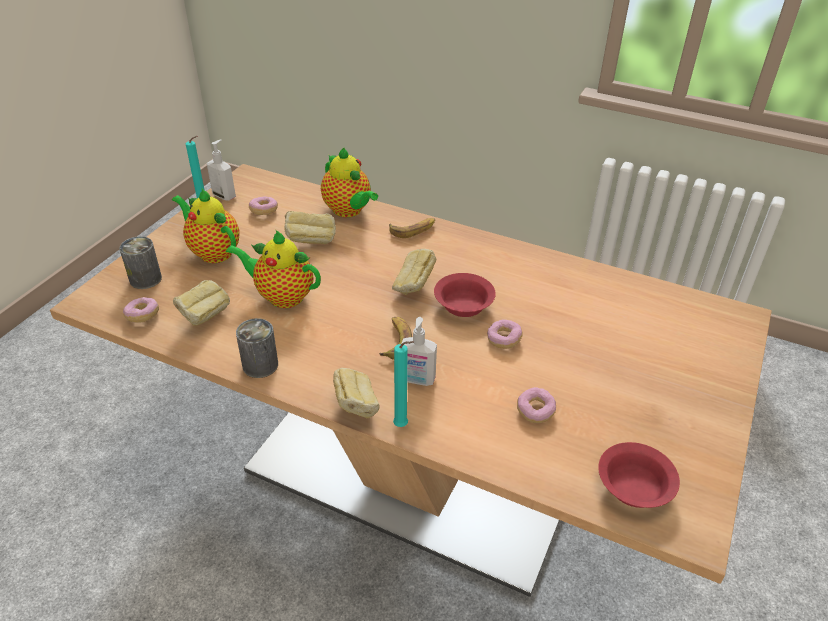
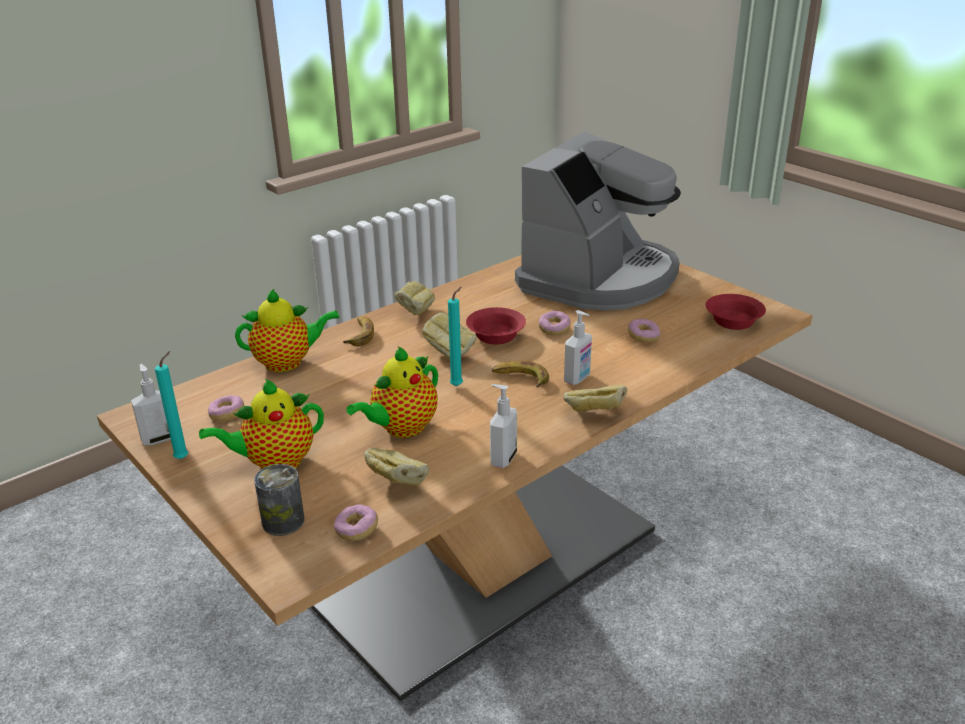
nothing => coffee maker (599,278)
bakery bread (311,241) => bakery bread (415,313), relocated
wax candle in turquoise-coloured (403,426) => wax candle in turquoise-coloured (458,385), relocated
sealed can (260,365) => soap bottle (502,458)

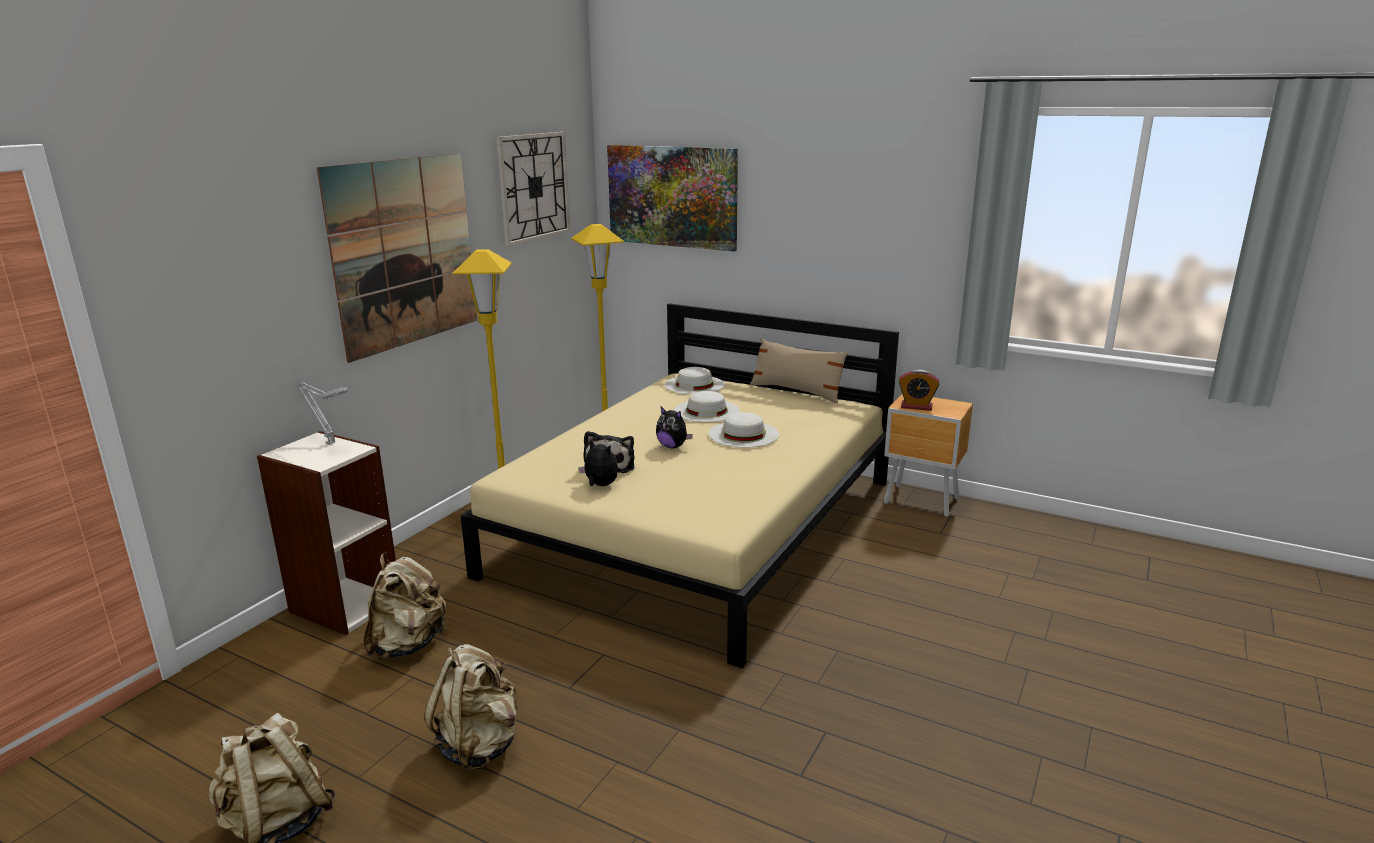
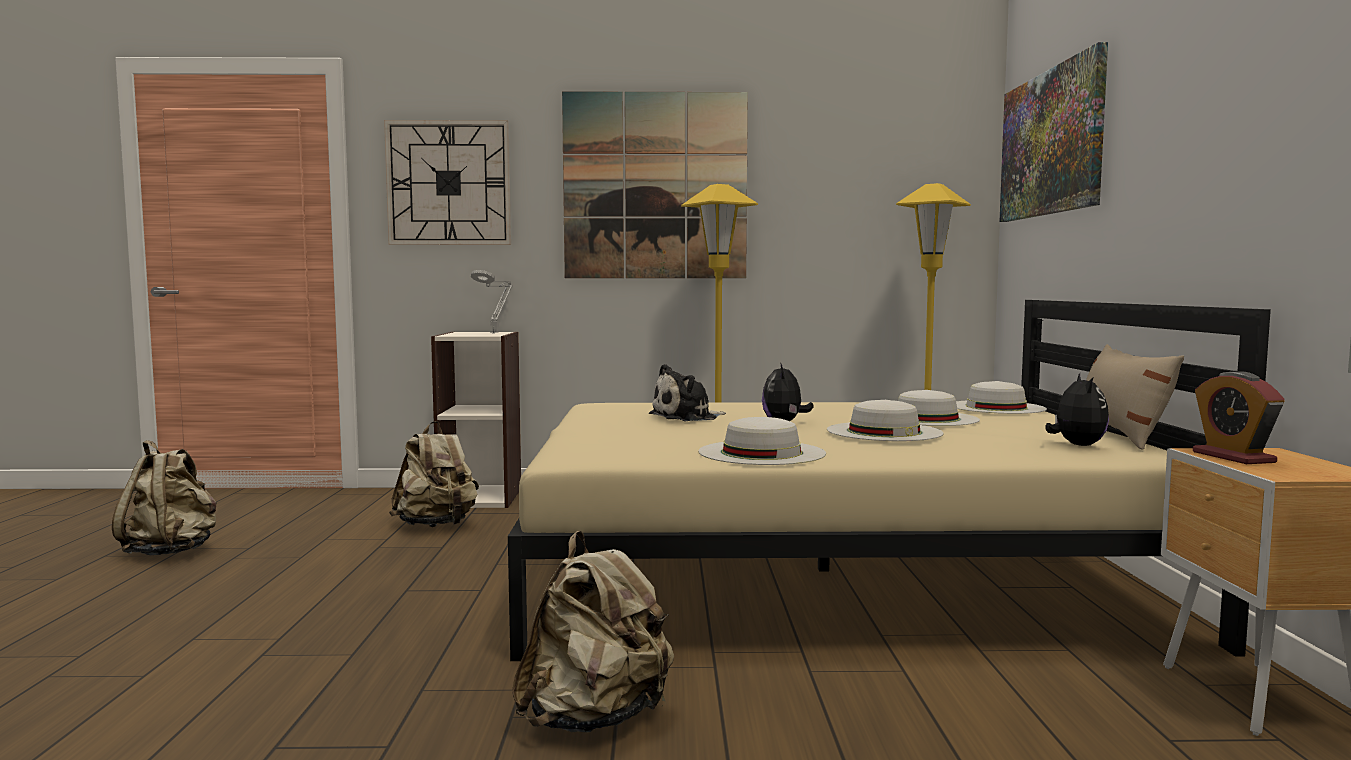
nothing => wearable hat in white-coloured (761,452)
knapsack in beige-coloured (479,745) => knapsack in beige-coloured (595,718), relocated
clock on the wall (533,187) => clock on the wall (449,183), relocated
soft toy (600,485) => soft toy (1076,445), relocated

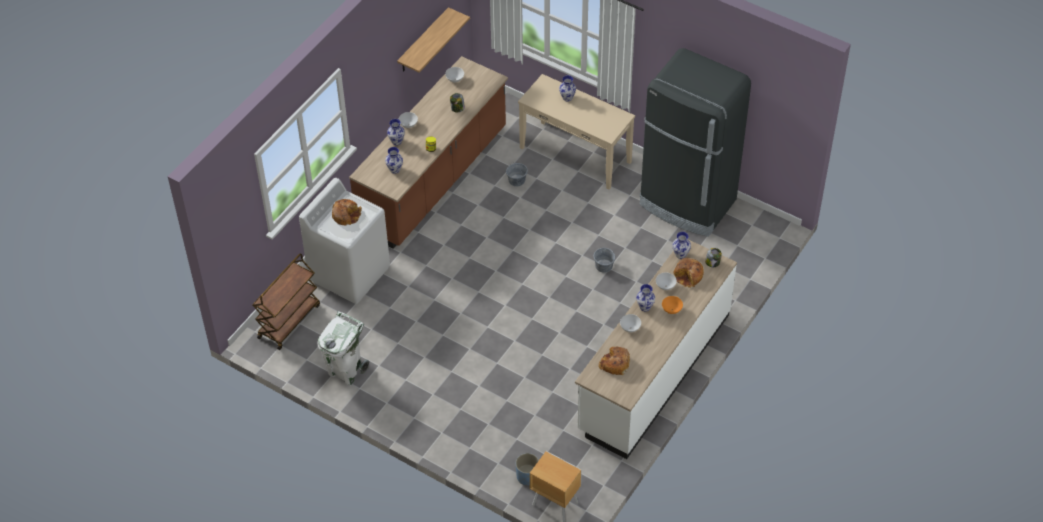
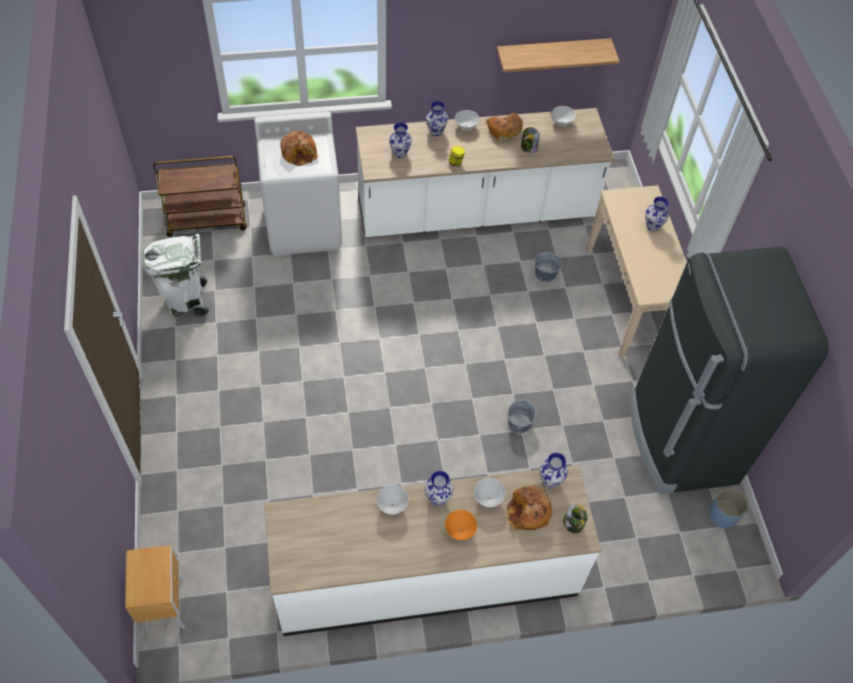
plant pot in blue-coloured (527,476) => plant pot in blue-coloured (722,516), relocated
bakery bread (614,364) => bakery bread (503,129), relocated
kitchen base unit in brown (434,180) => kitchen base unit in white-coloured (476,212)

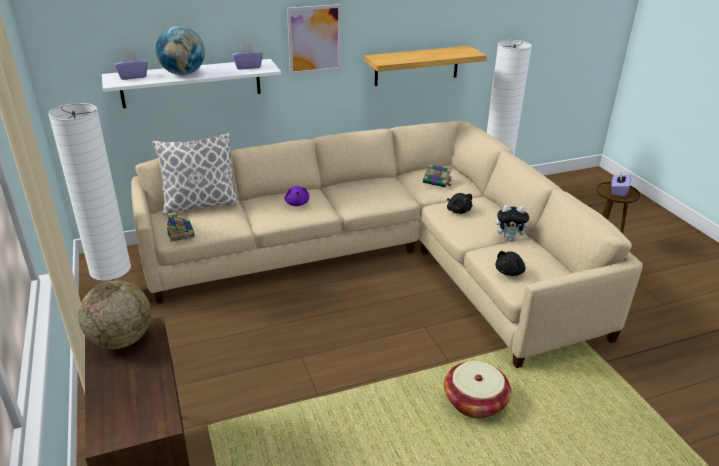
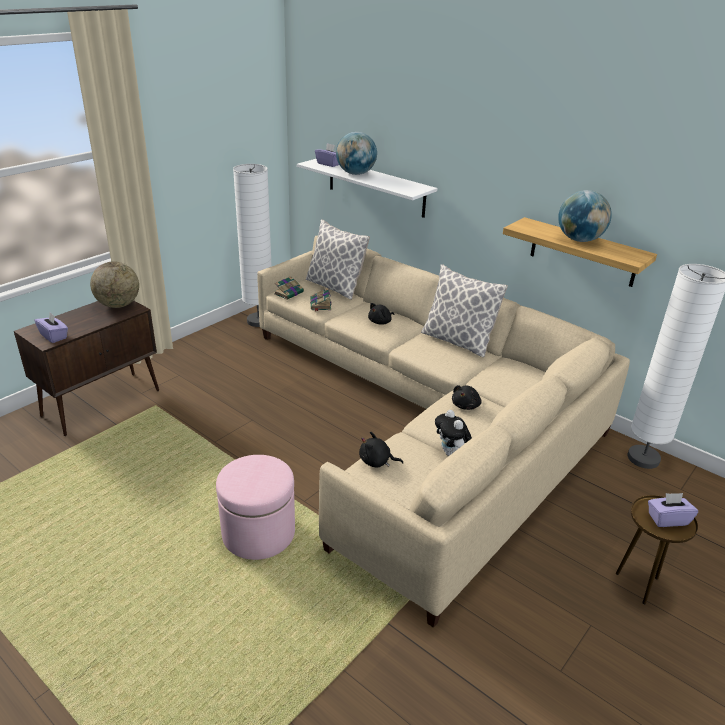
wall art (314,39) => nothing
nothing => throw pillow (457,341)
nothing => globe (579,240)
tissue holder in purple (248,66) => tissue holder in purple (54,336), relocated
volume (437,181) => volume (320,305), relocated
basket (475,402) => ottoman in pink (258,533)
soft toy in purple (297,203) => soft toy in black (380,322)

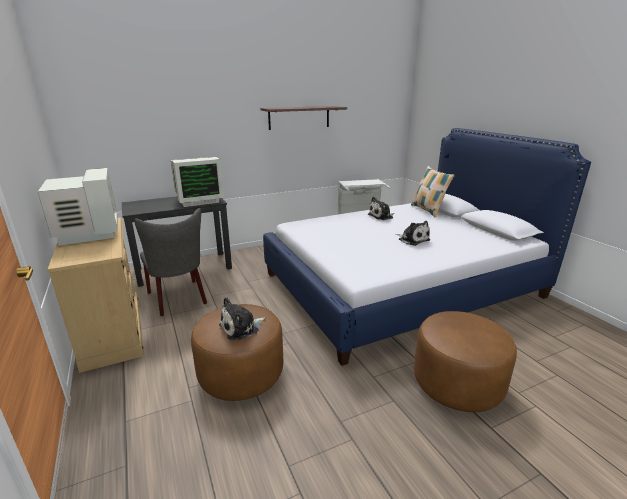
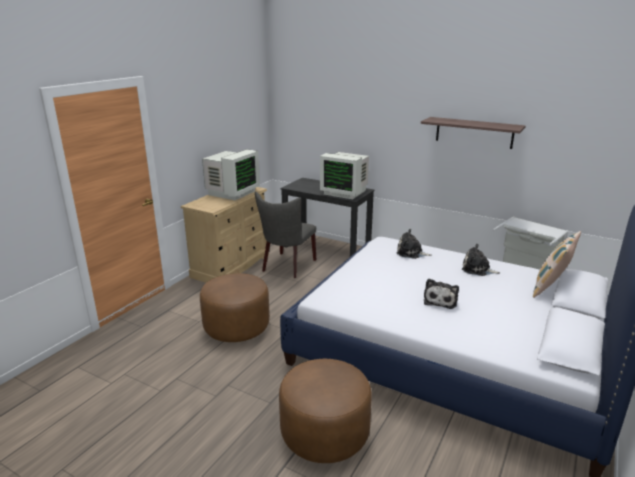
soft toy (241,328) => soft toy (411,253), relocated

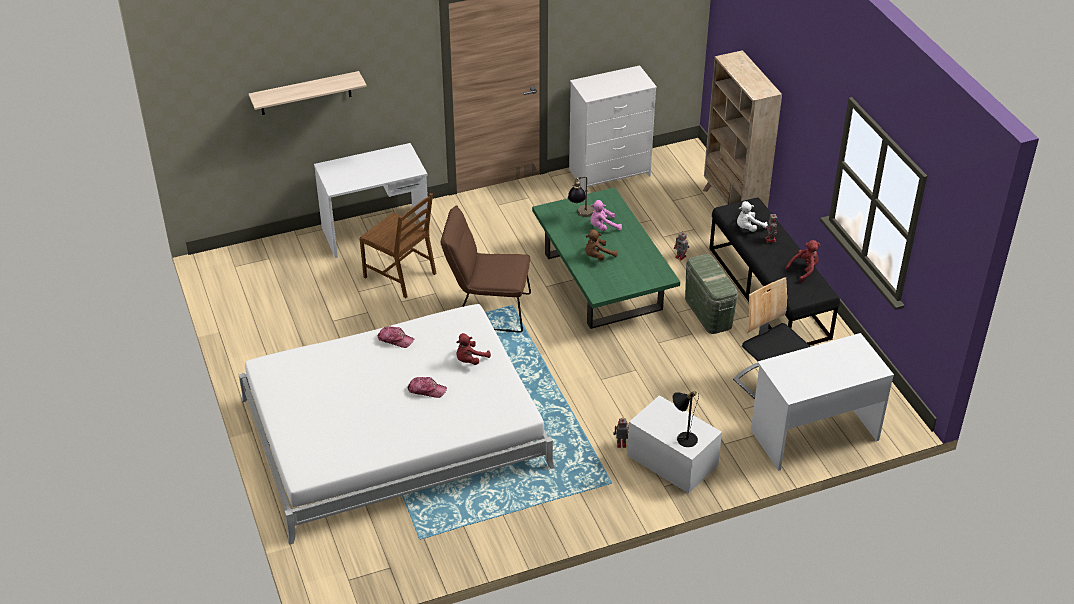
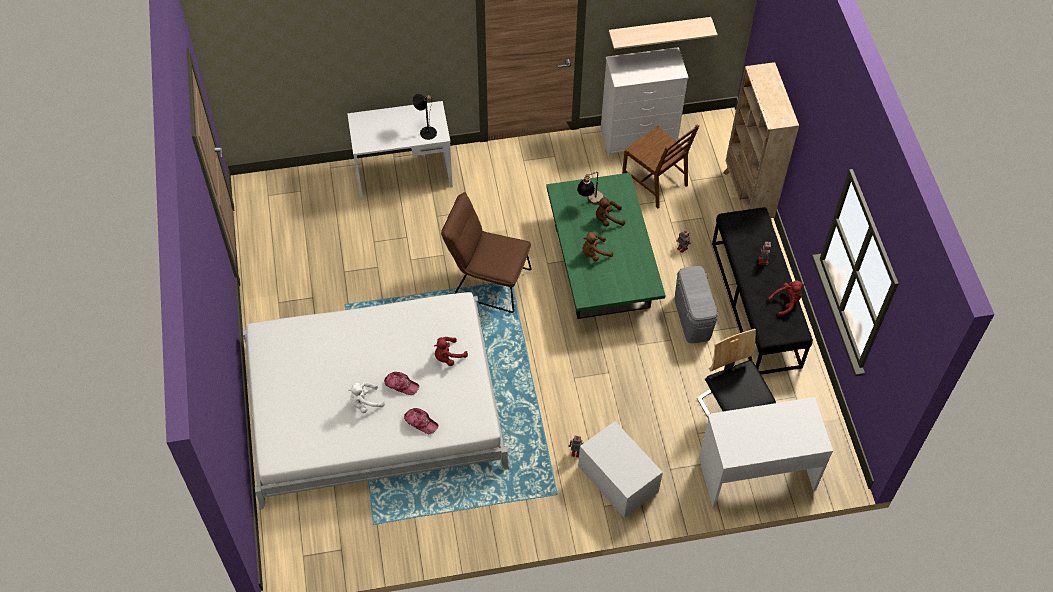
bracket shelf (305,93) => bracket shelf (659,32), relocated
plain chair in brown (401,275) => plain chair in brown (655,182), relocated
cap (395,339) => cap (421,422), relocated
lamp for a table in black (683,437) => lamp for a table in black (426,131), relocated
soft toy in white-coloured (748,228) => soft toy in white-coloured (365,403), relocated
soft toy in pink (603,227) => soft toy in brown (607,219)
storage container in greenish (708,312) => storage container in grey (692,318)

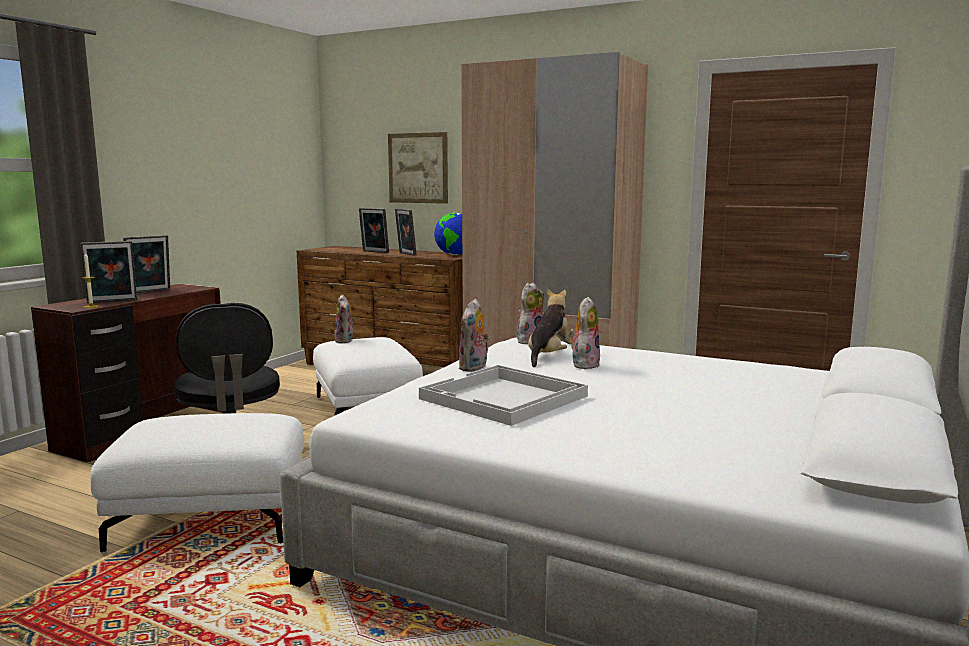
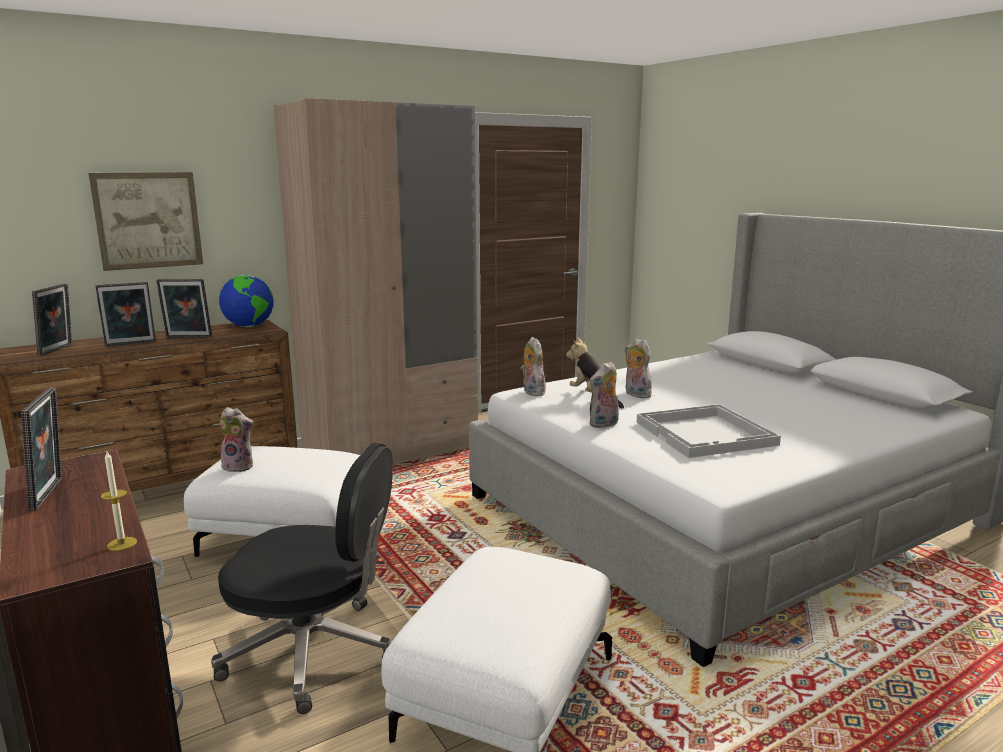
picture frame (112,301) => picture frame (58,350), relocated
soft toy (474,368) => soft toy (604,424), 90 degrees clockwise

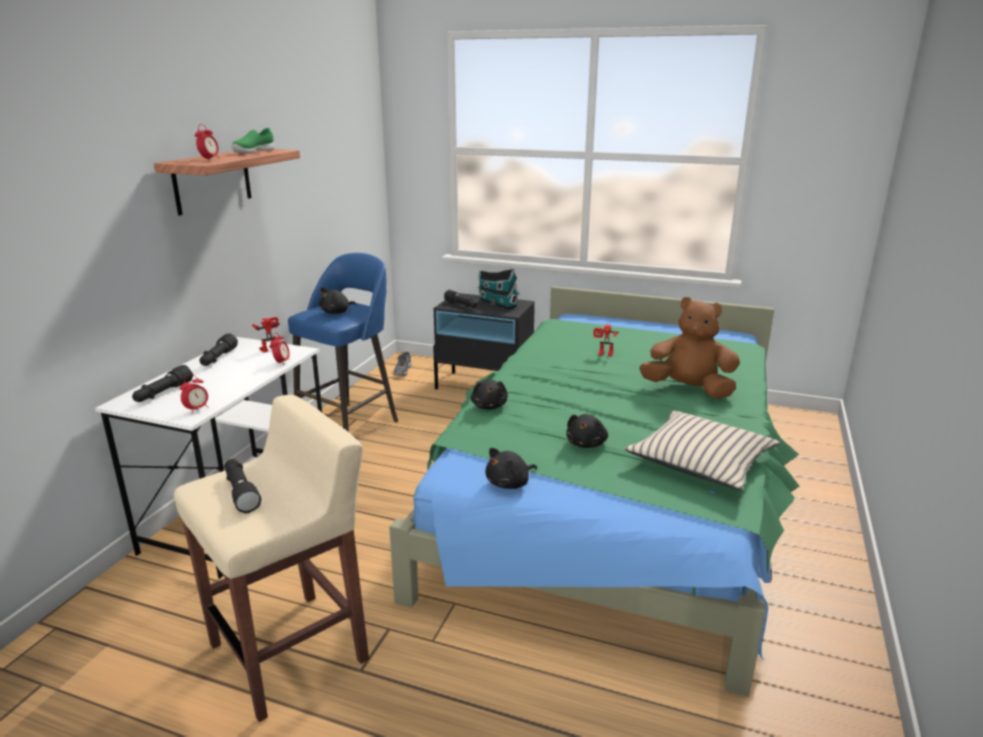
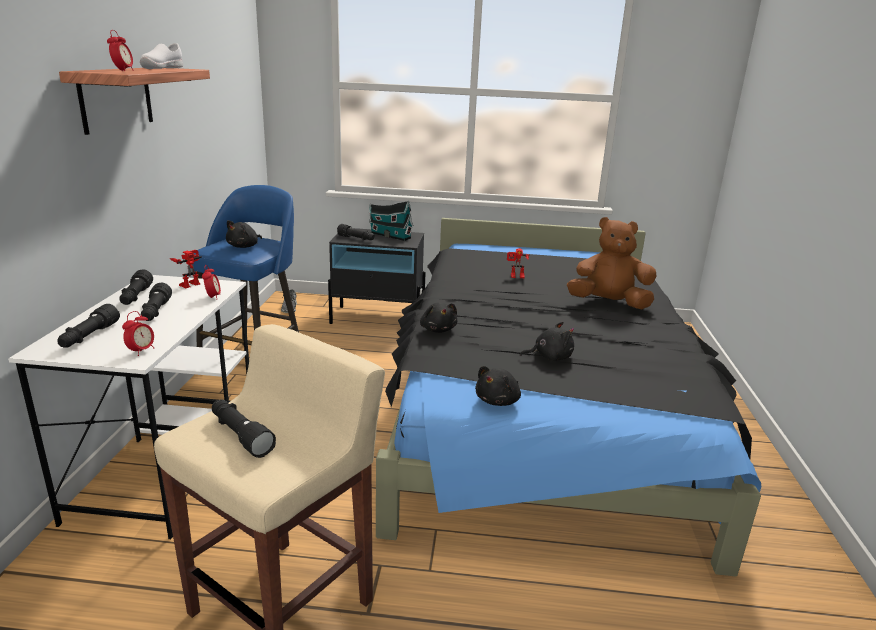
throw pillow in beige-coloured (701,461) => nothing
nothing => hand torch in black (156,312)
shoe in greenish (253,152) => shoe in white-coloured (162,69)
sleeping bed in greenish (614,491) => sleeping bed in black (539,404)
soft toy in black (586,443) => soft toy in black (549,357), 105 degrees counterclockwise

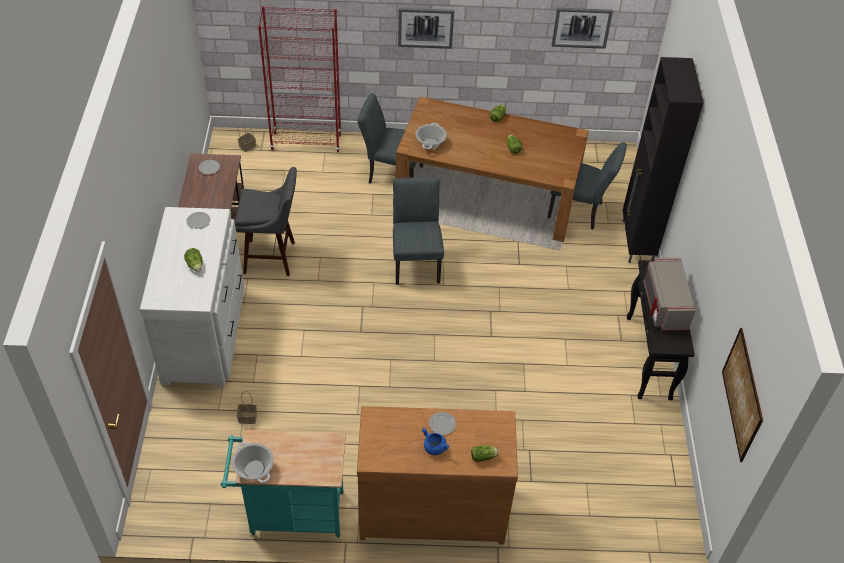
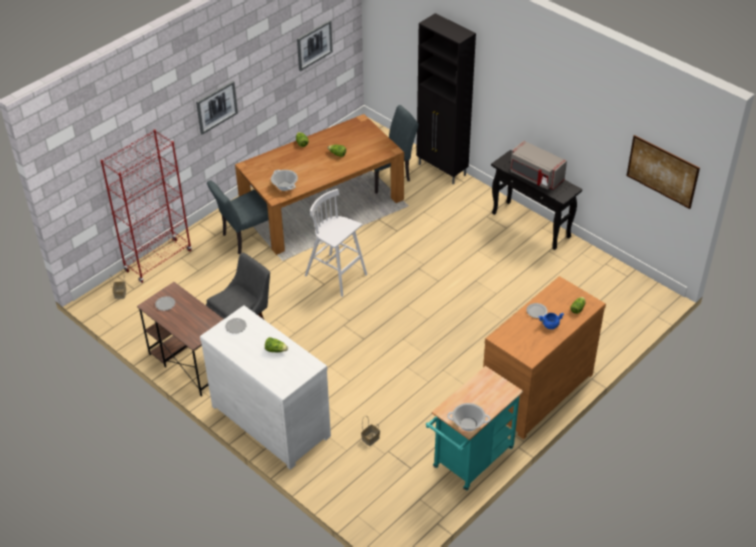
plain chair in grey (416,261) => stool seat in white-coloured (337,275)

